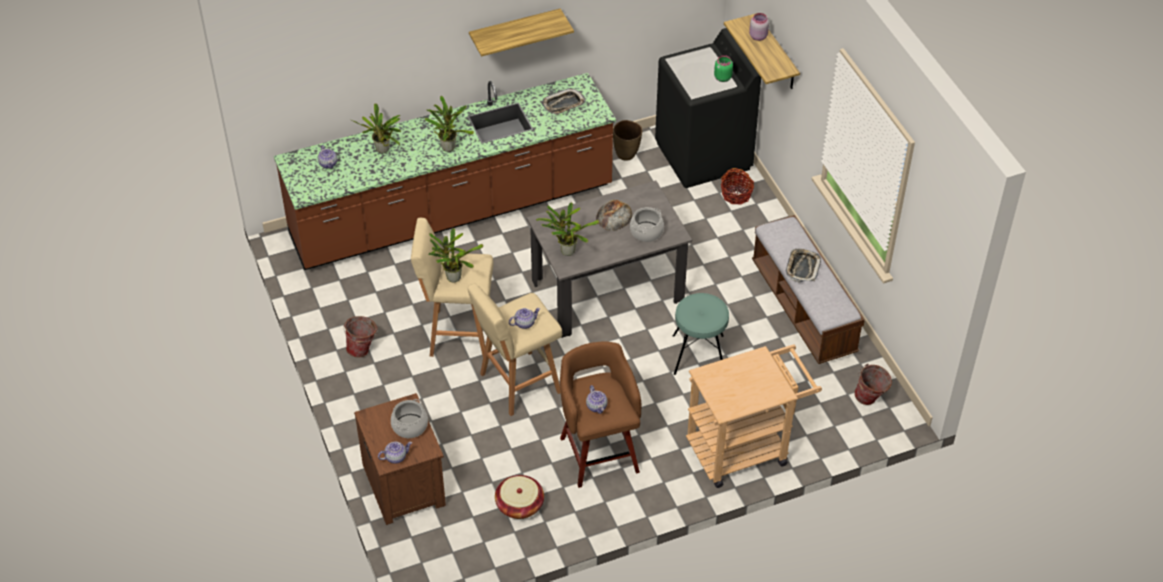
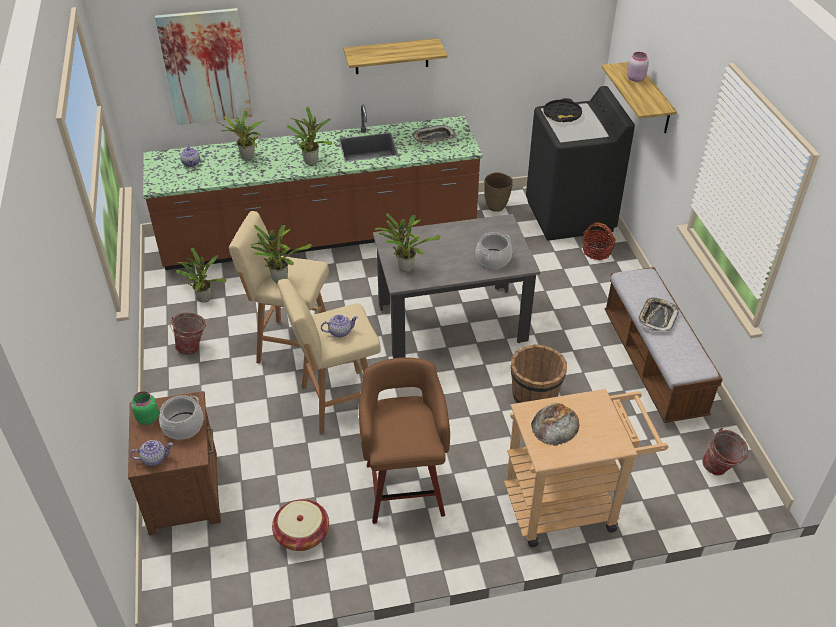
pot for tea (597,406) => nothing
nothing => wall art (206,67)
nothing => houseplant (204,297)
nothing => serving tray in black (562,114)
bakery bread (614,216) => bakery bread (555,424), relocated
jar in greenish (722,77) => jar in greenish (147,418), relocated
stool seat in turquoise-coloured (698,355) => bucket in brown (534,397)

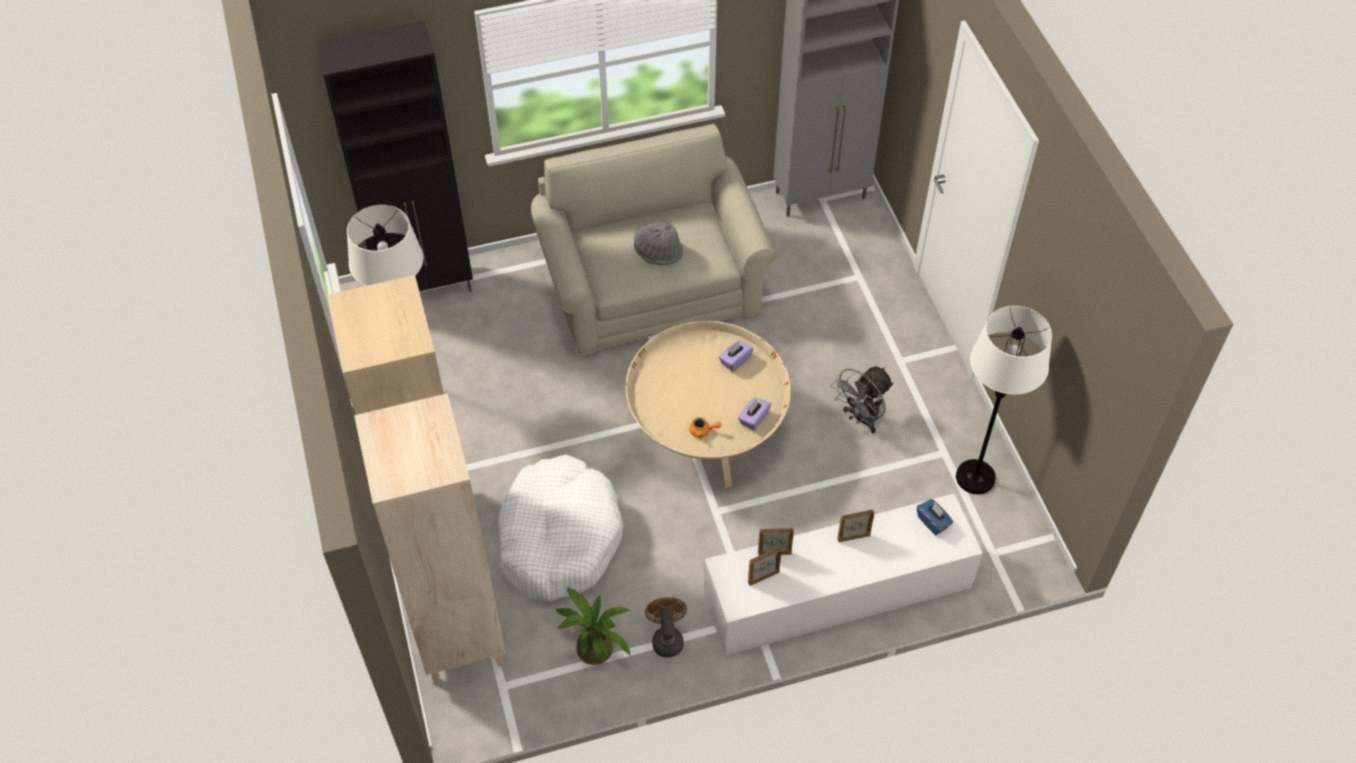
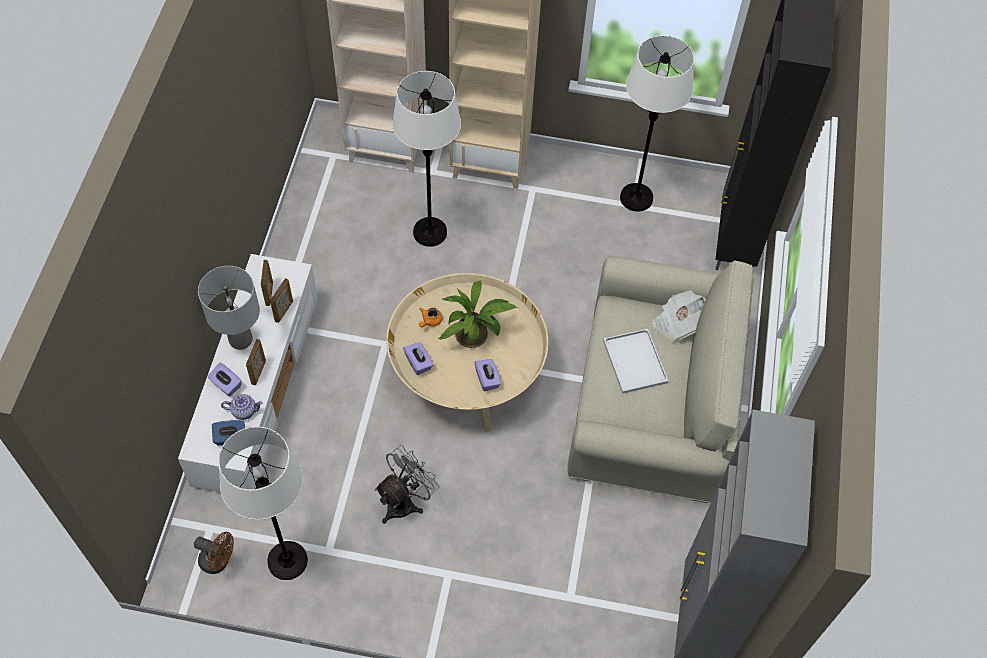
nothing => lamp for a table in grey (241,340)
nothing => tissue holder in purple (226,385)
nothing => pot for tea (244,411)
nothing => newspaper (678,323)
houseplant (593,645) => houseplant (475,336), relocated
cooling fan in brown (667,638) => cooling fan in brown (219,561), relocated
dog cushion in white-coloured (559,537) => standing lamp in white-coloured (429,232)
wearable hat in grey (659,250) => serving tray in white-coloured (636,362)
cooling fan in grey (861,419) => cooling fan in grey (405,501), 60 degrees clockwise

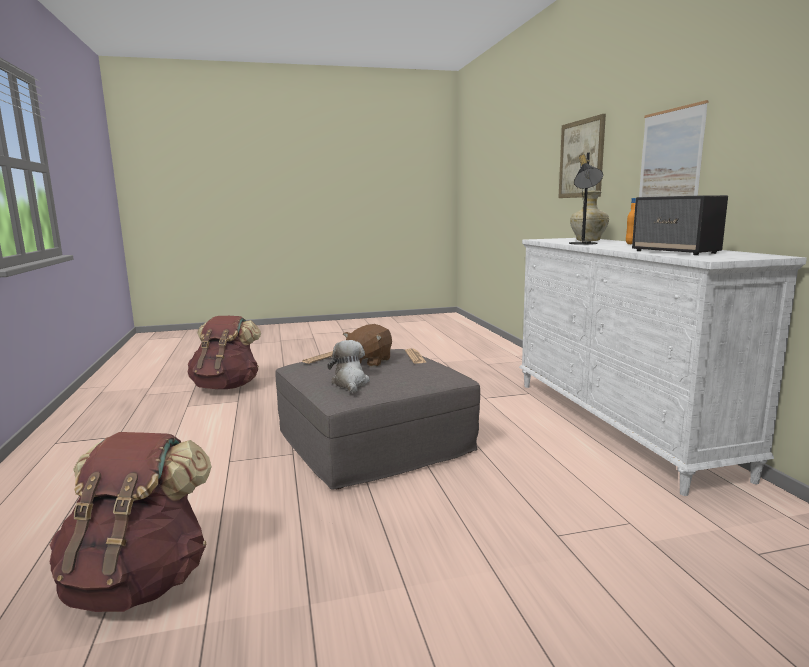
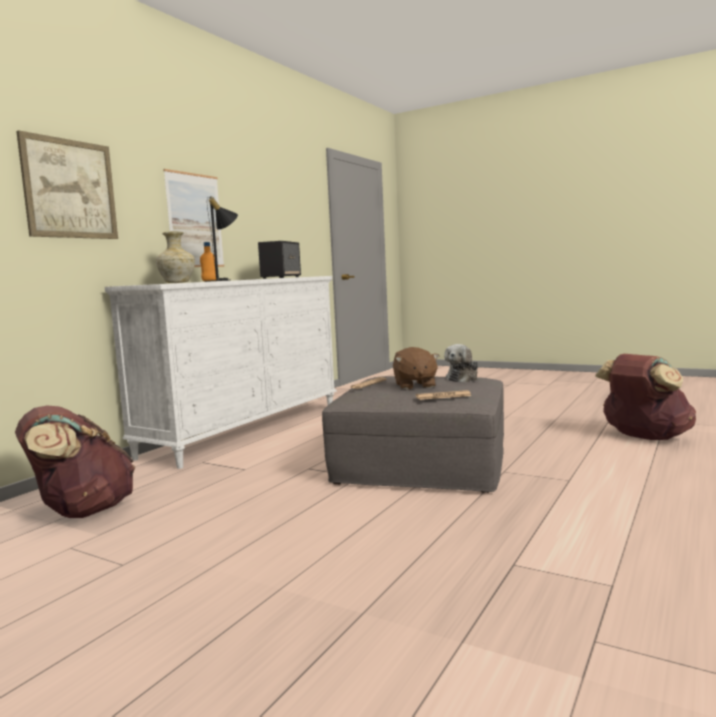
knapsack in brown (226,387) => knapsack in brown (81,511), relocated
soft toy in brown (369,361) => soft toy in brown (414,385), 105 degrees clockwise

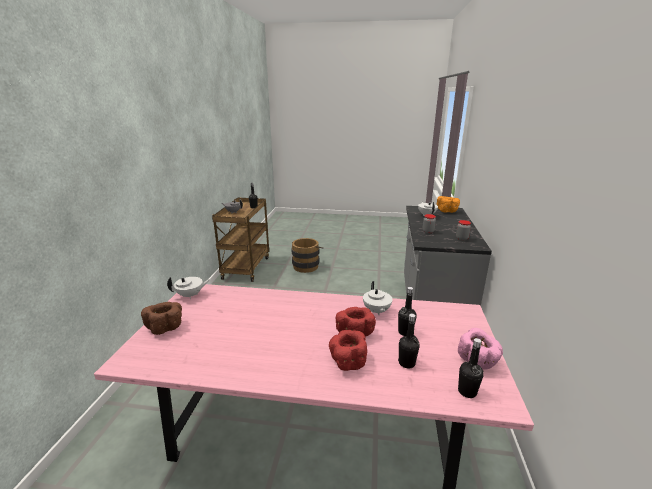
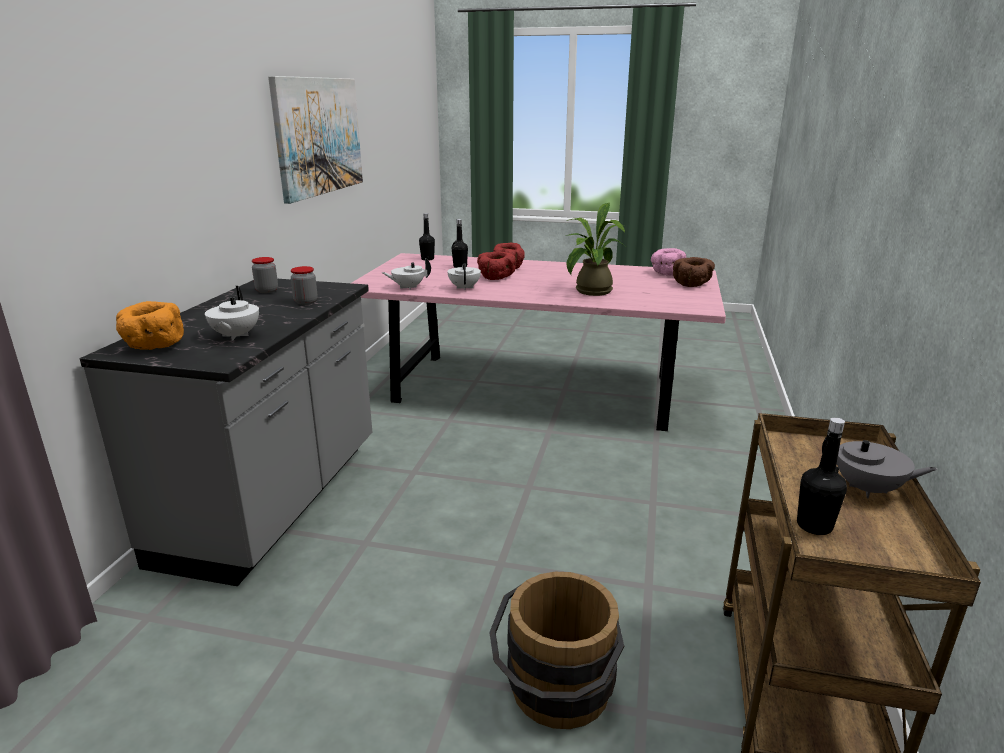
drink bottle in black (405,332) => nothing
nothing => wall art (318,136)
nothing => houseplant (590,292)
pot for tea in white-coloured (190,295) => pot for tea in white-coloured (408,287), relocated
serving bowl in pink (477,361) => serving bowl in pink (666,274), relocated

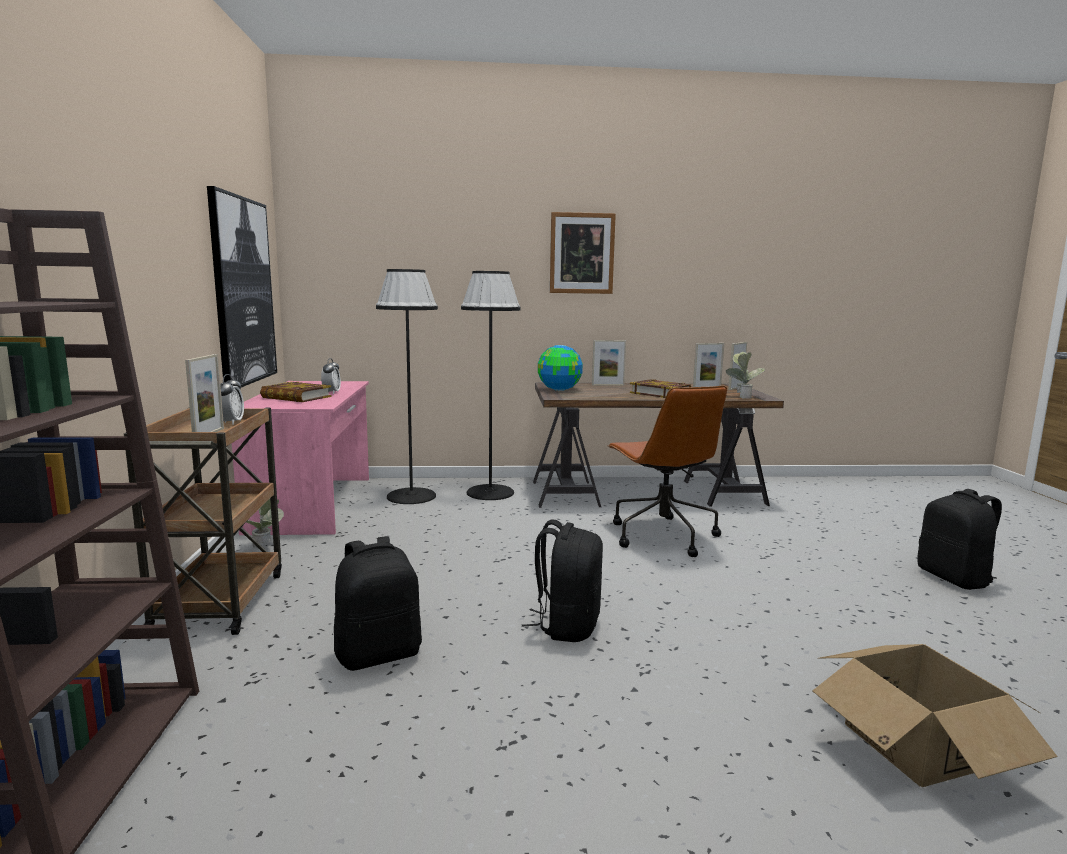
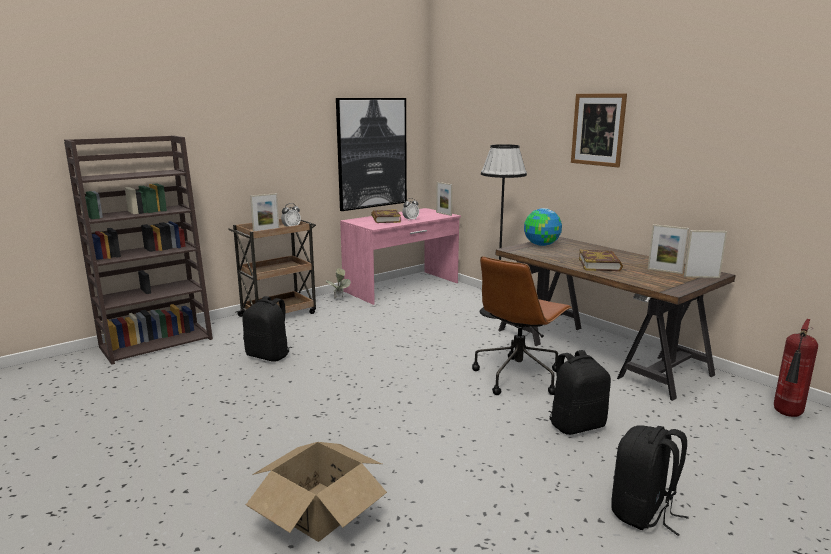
standing lamp in black (411,496) => nothing
houseplant (742,397) => nothing
nothing => extinguisher (787,415)
knapsack in black (567,625) => knapsack in black (576,425), relocated
picture frame (608,385) => picture frame (443,214), relocated

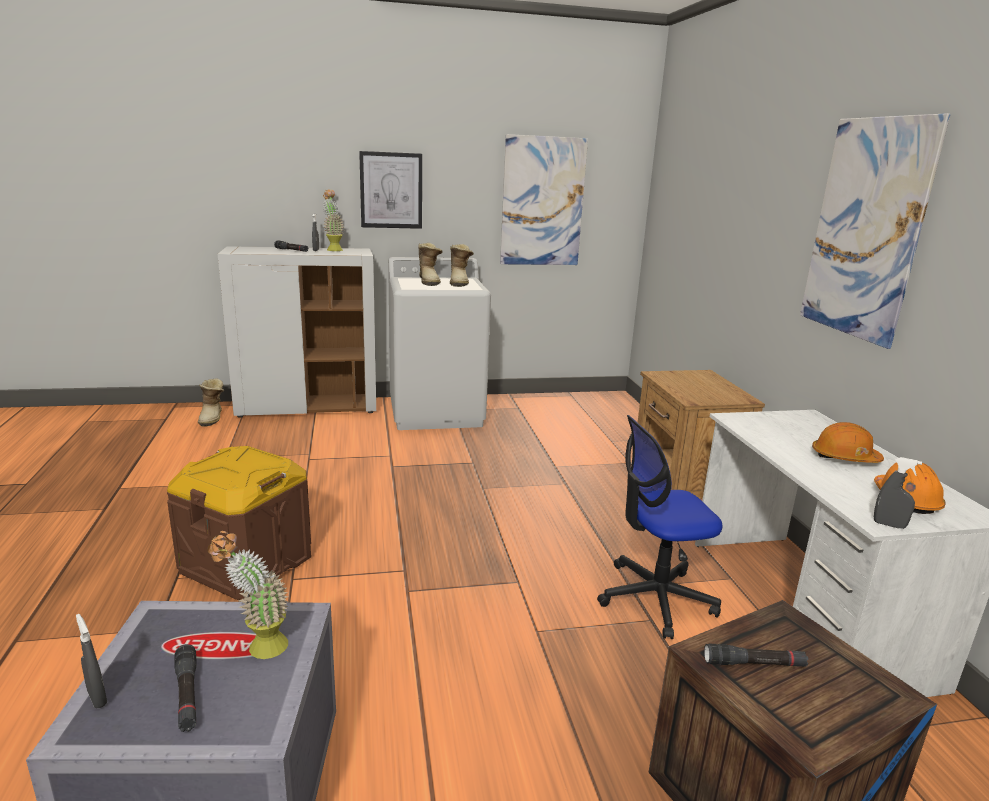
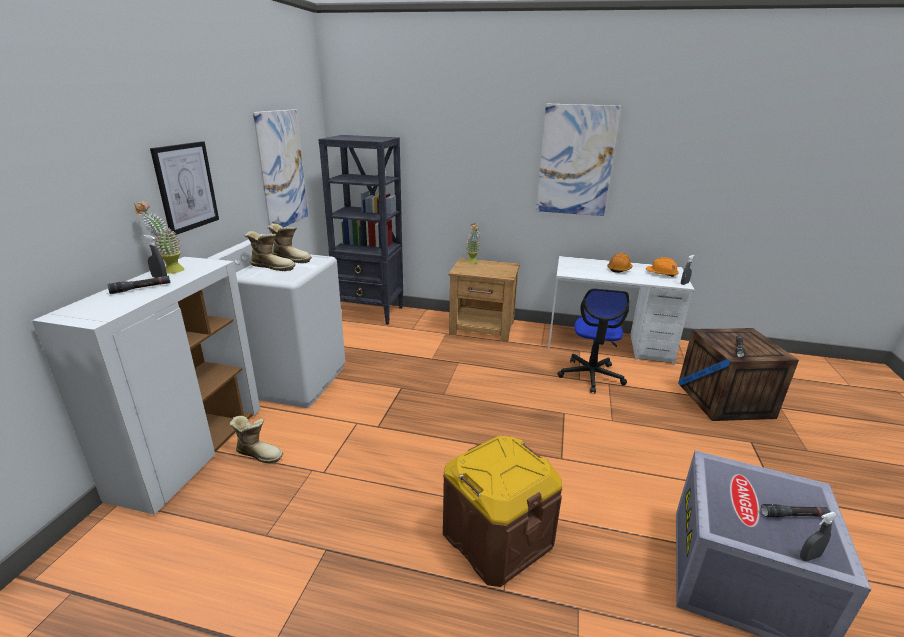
nothing => shelving unit in black (370,313)
boot (213,418) => boot (259,453), relocated
houseplant (258,649) => houseplant (472,262), relocated

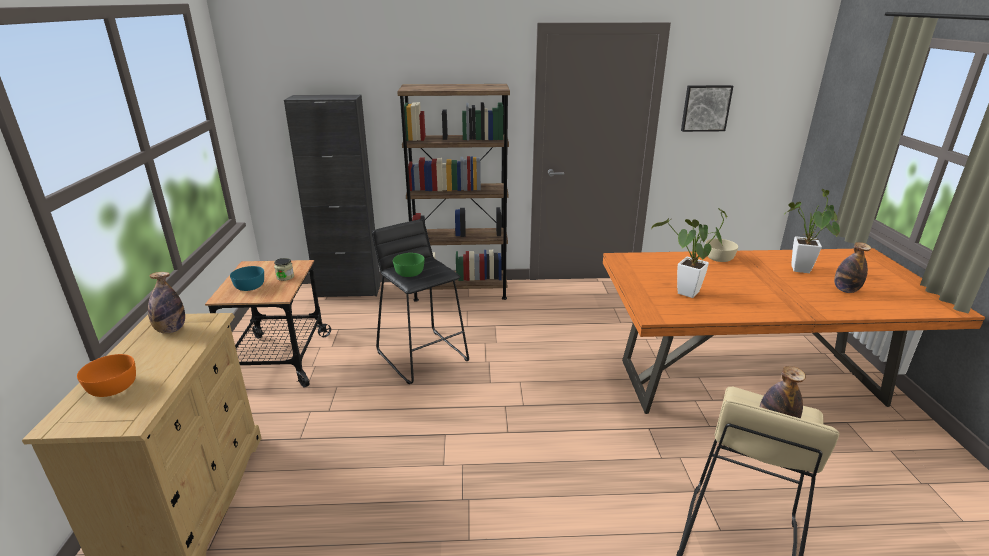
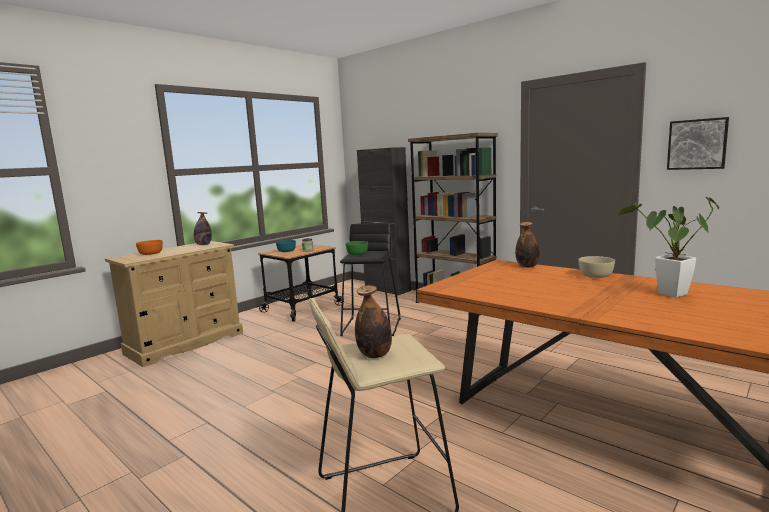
houseplant (685,295) => nothing
drink bottle (845,290) => drink bottle (527,266), relocated

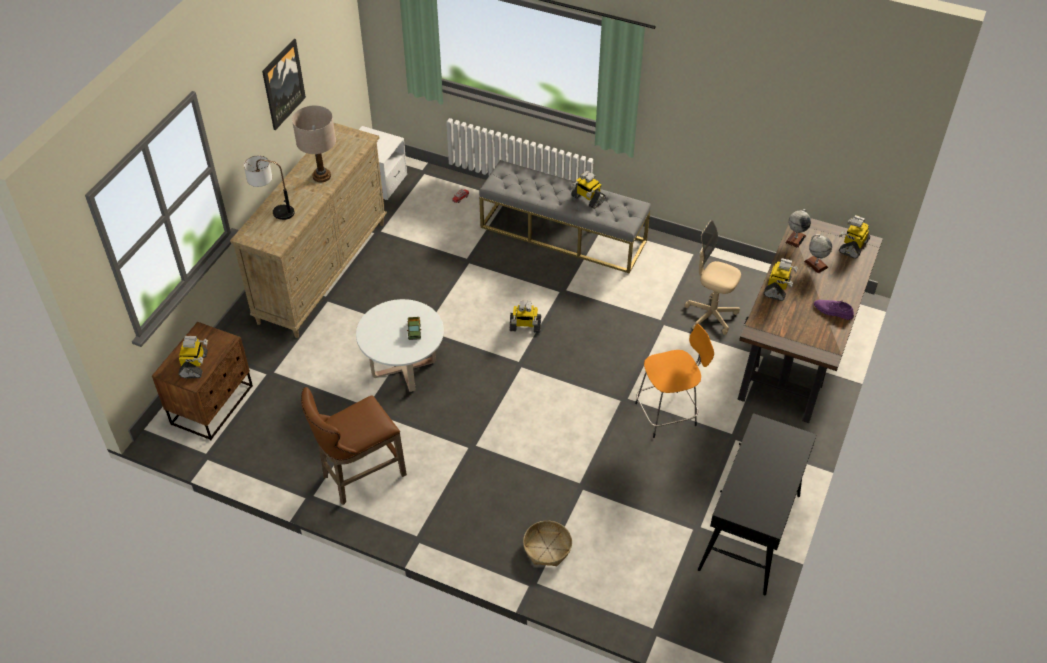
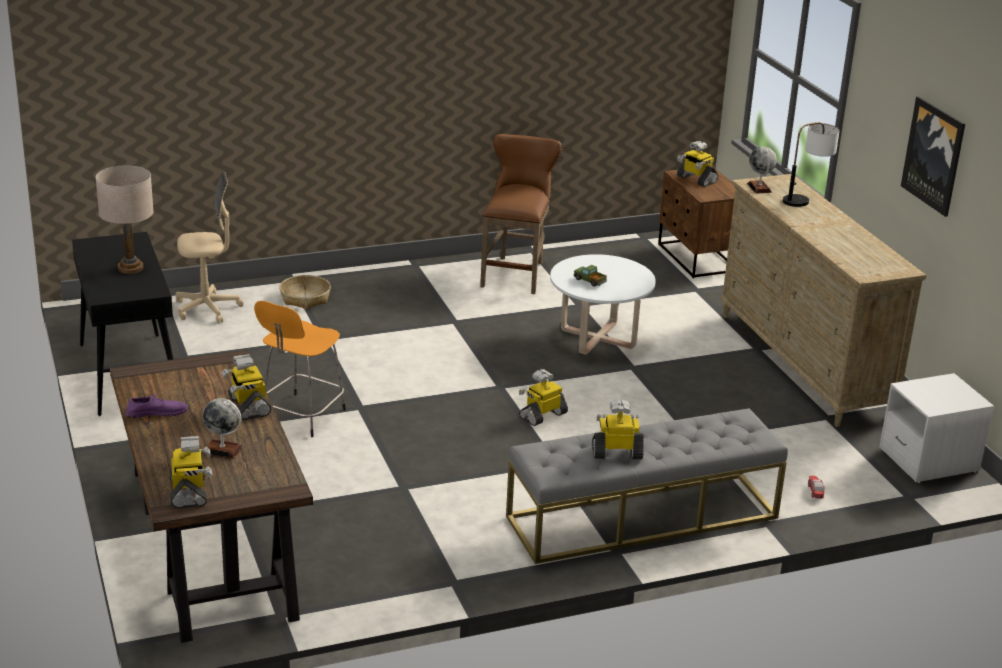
lamp for a table in beige-coloured (321,176) => lamp for a table in beige-coloured (130,268), relocated
desk chair in beige-coloured (710,316) => desk chair in beige-coloured (207,308), relocated
globe (795,239) => globe (759,188), relocated

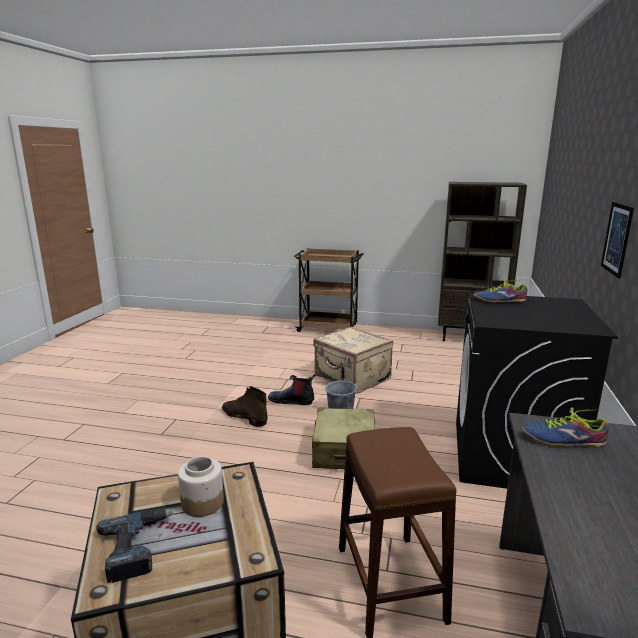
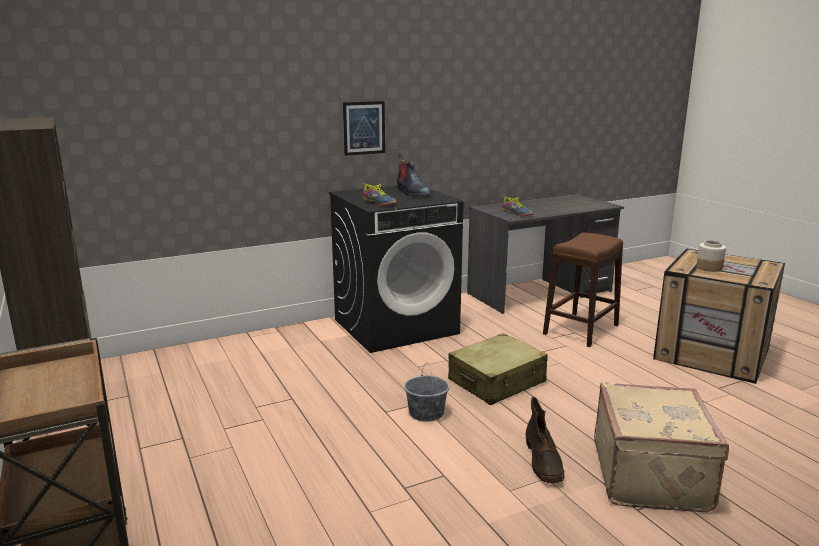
drill (137,547) => nothing
boot (292,401) => boot (411,192), relocated
suitcase in beige-coloured (352,378) => suitcase in beige-coloured (652,476), relocated

